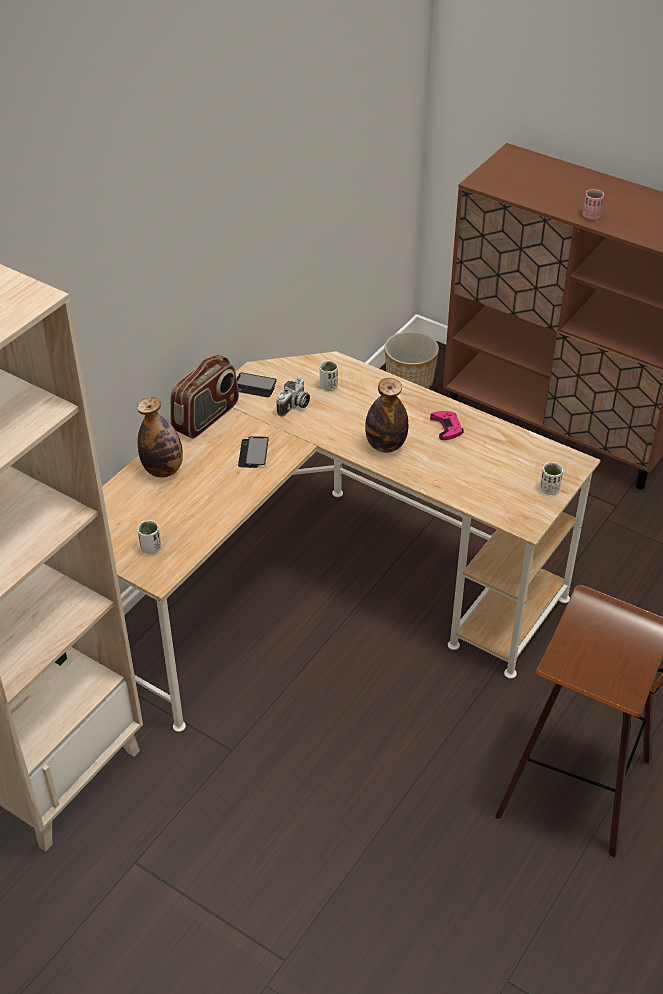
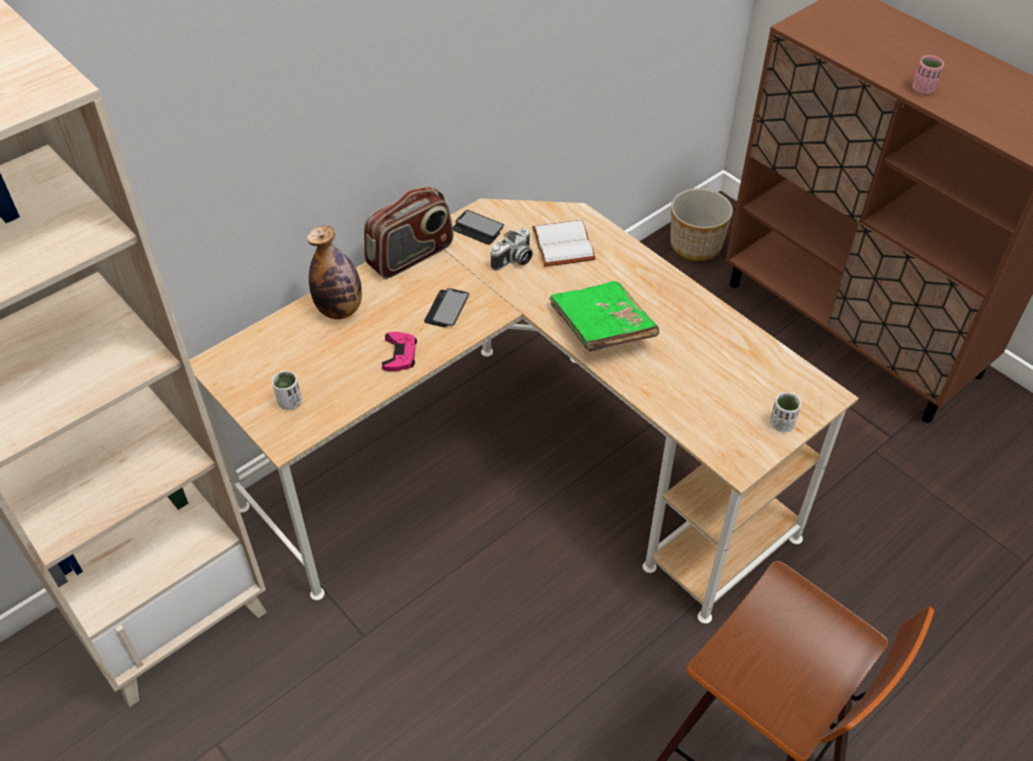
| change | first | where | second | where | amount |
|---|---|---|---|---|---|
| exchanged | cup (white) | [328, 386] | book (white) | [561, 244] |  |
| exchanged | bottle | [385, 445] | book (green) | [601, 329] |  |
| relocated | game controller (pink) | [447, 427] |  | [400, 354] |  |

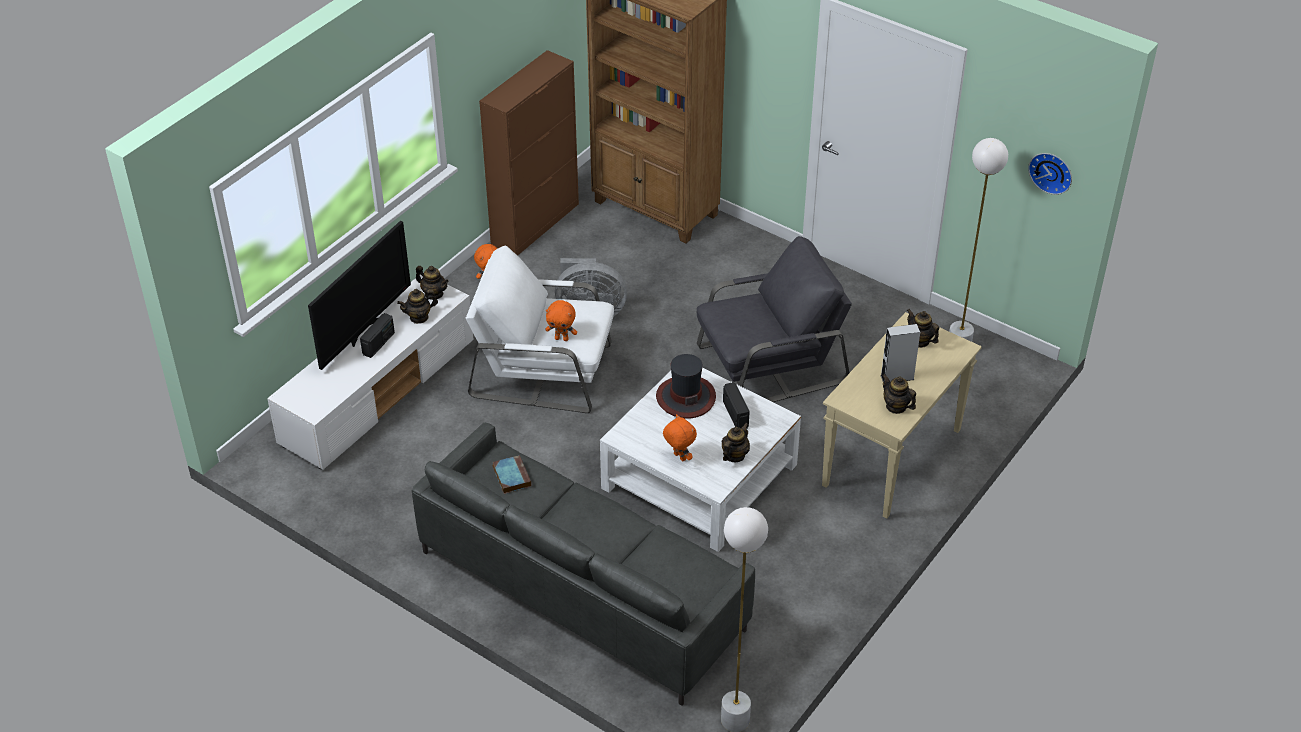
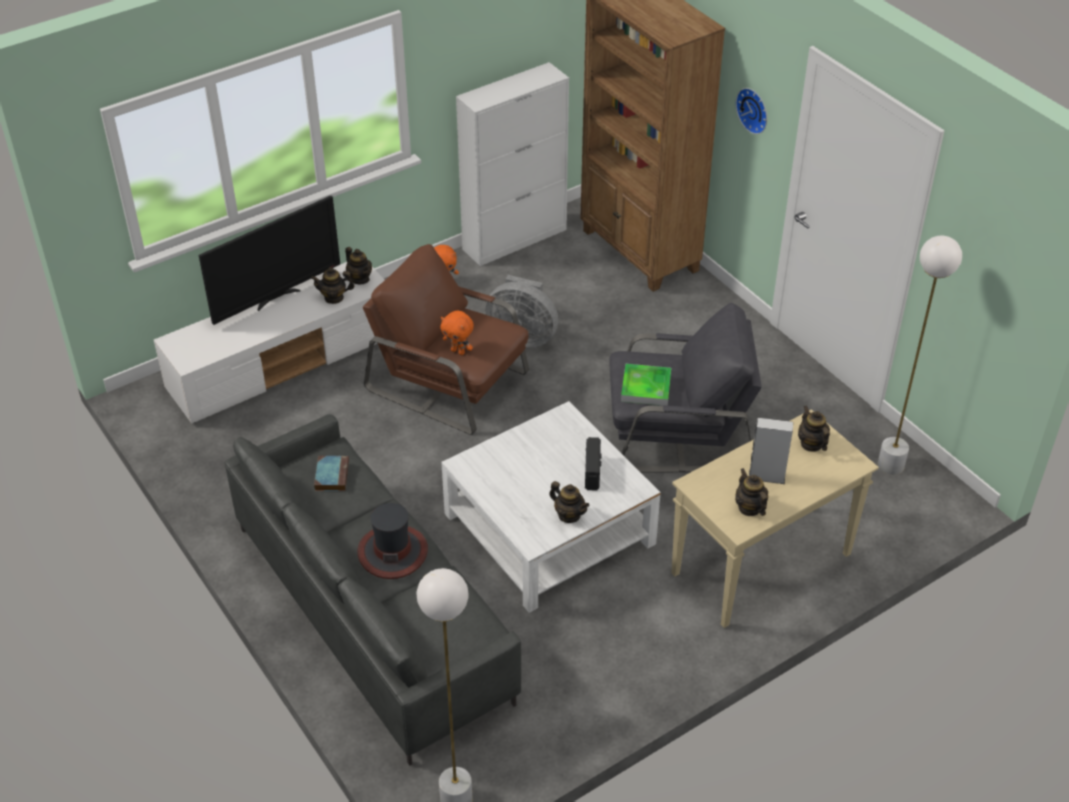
| change | first | where | second | where | amount |
|---|---|---|---|---|---|
| colour | cabinet (brown) | [535, 224] | cabinet (white) | [515, 239] |  |
| relocated | wall clock | [1051, 171] |  | [754, 109] |  |
| colour | armchair (white) | [543, 370] | armchair (brown) | [450, 381] |  |
| missing | radio | [379, 343] |  |  |  |
| relocated | hat | [685, 397] |  | [392, 551] |  |
| missing | plush toy (orange) | [679, 457] |  |  |  |
| spun | teapot | [734, 455] |  | [569, 515] | 75 degrees clockwise |
| appeared |  |  | tray | [646, 387] |  |

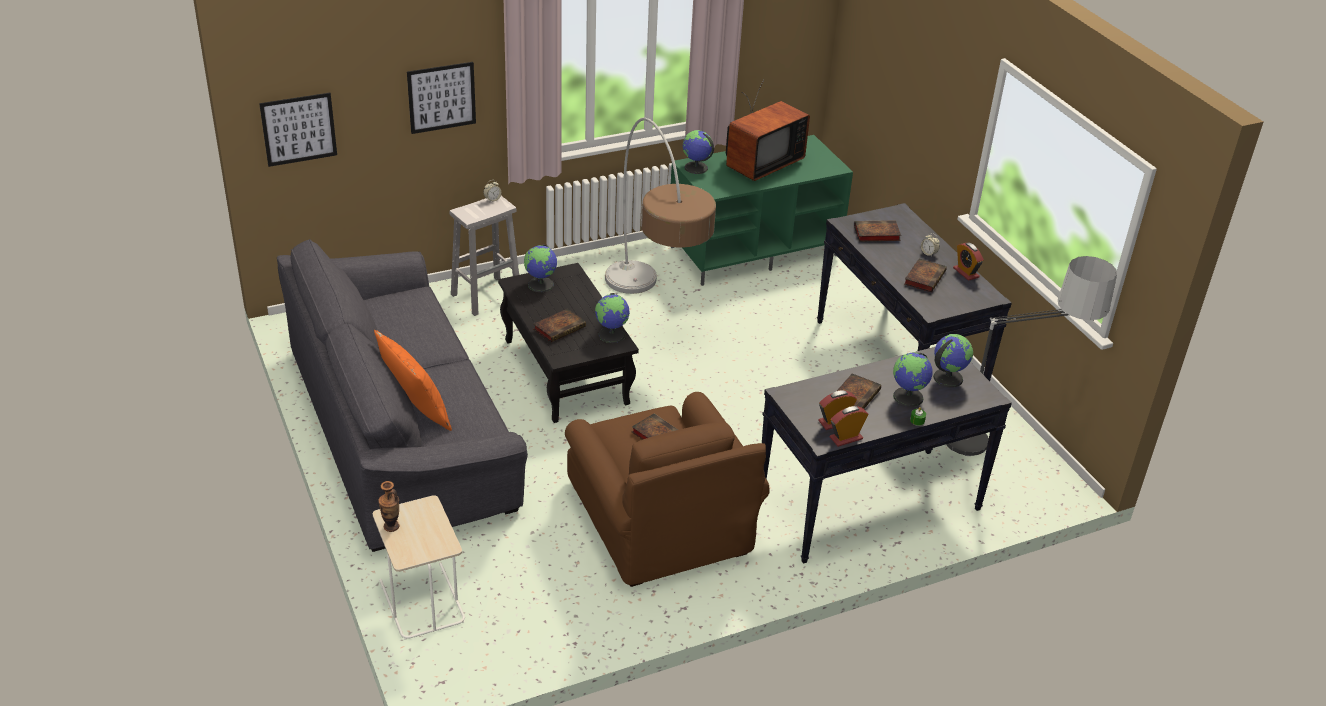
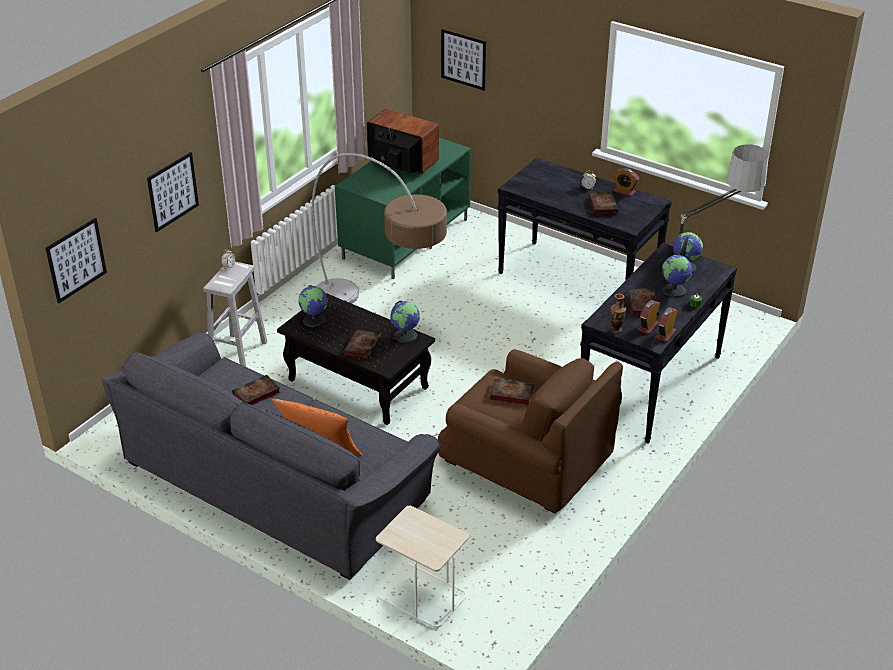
| change | first | where | second | where | amount |
|---|---|---|---|---|---|
| spun | television | [760, 164] |  | [401, 165] | 75 degrees counterclockwise |
| missing | globe | [696, 168] |  |  |  |
| relocated | book | [875, 234] |  | [255, 394] |  |
| relocated | vase | [391, 526] |  | [616, 330] |  |
| appeared |  |  | picture | [463, 59] |  |

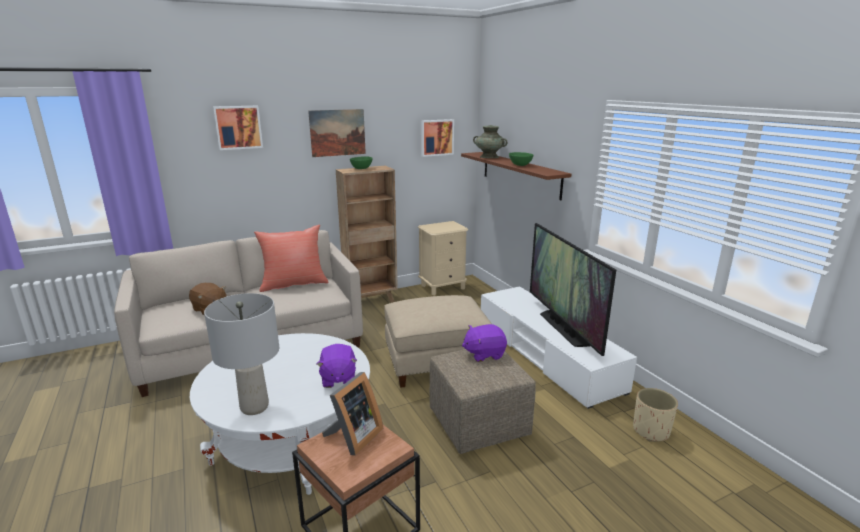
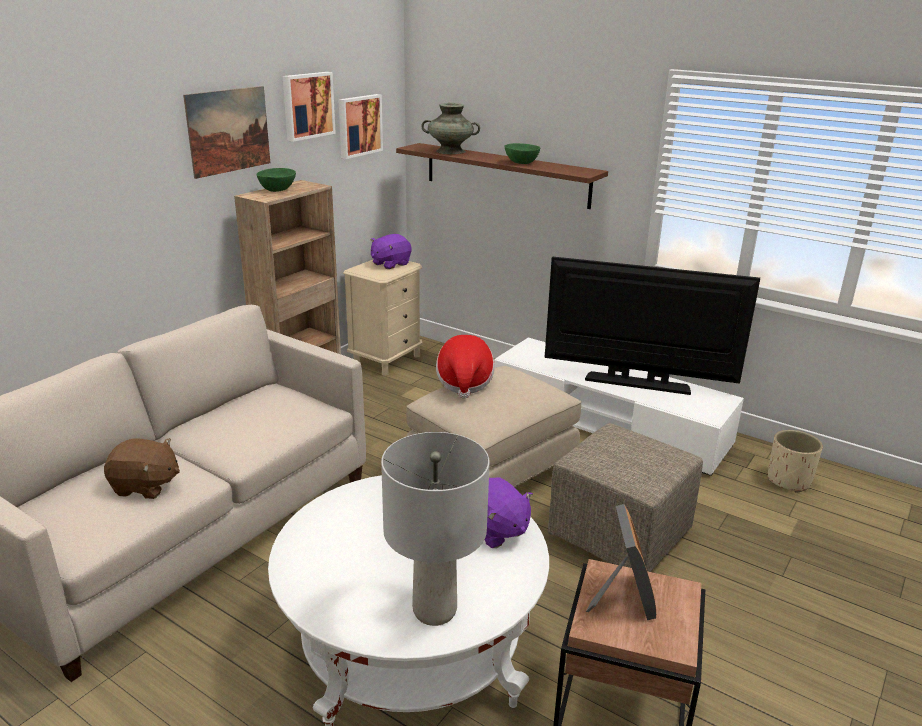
| change | first | where | second | where | amount |
|---|---|---|---|---|---|
| relocated | picture | [238, 127] |  | [307, 105] |  |
| spun | television | [563, 328] |  | [637, 383] | 150 degrees clockwise |
| missing | pillow (red) | [293, 284] |  |  |  |
| relocated | plush toy (purple) | [484, 354] |  | [390, 264] |  |
| appeared |  |  | hat | [464, 382] |  |

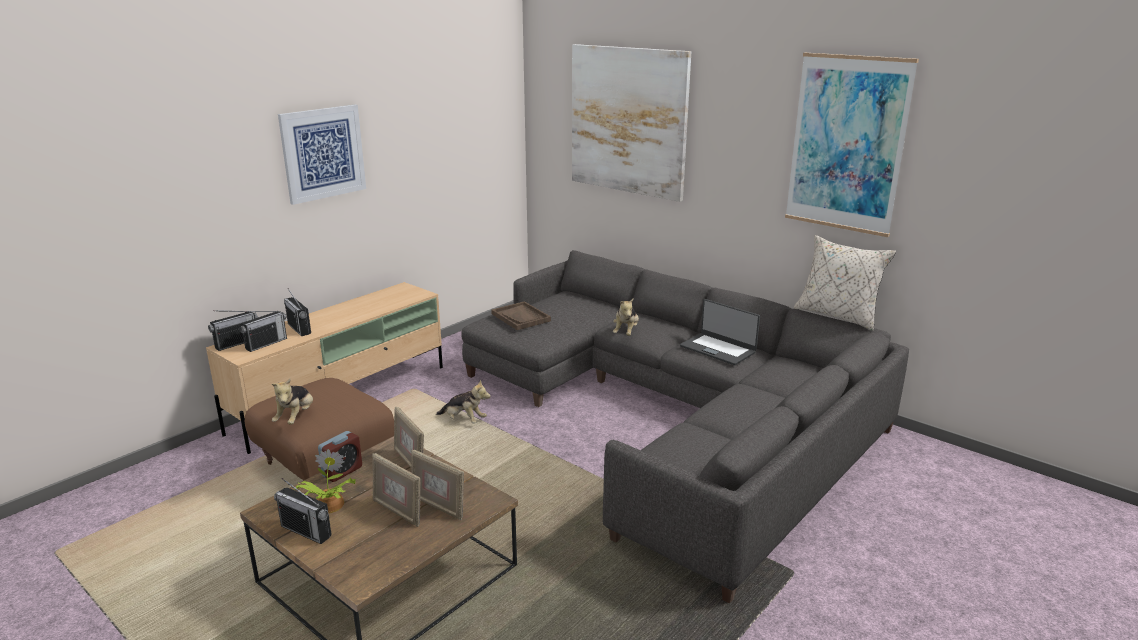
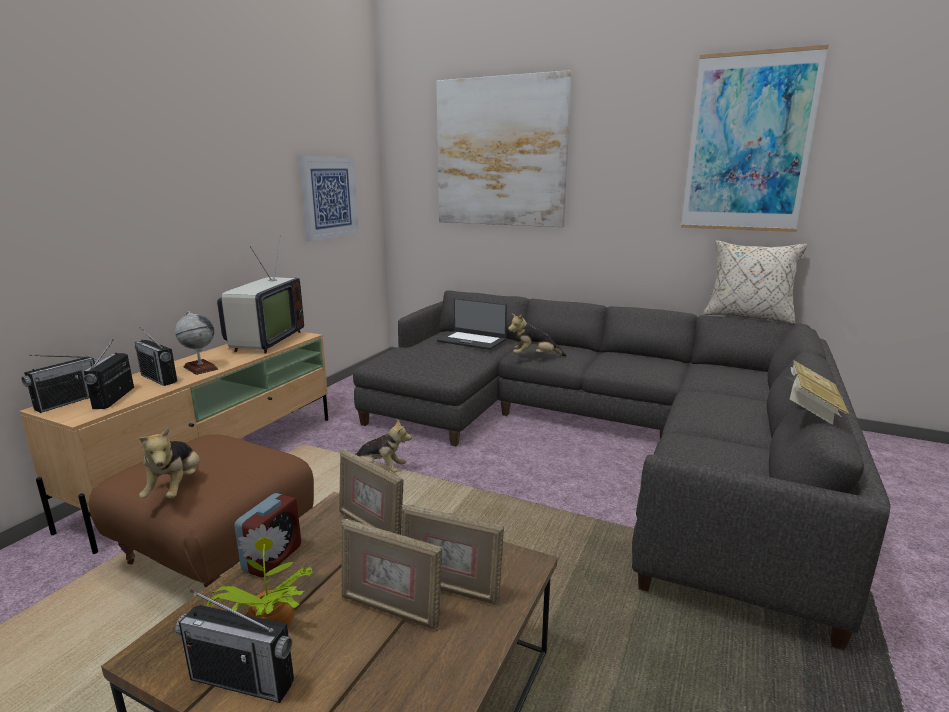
| change | first | where | second | where | amount |
|---|---|---|---|---|---|
| relocated | picture | [323, 153] |  | [329, 197] |  |
| spun | plush toy | [626, 332] |  | [535, 357] | 90 degrees clockwise |
| relocated | laptop | [718, 349] |  | [472, 340] |  |
| missing | tray (brown) | [521, 317] |  |  |  |
| spun | radio | [266, 344] |  | [114, 398] | 150 degrees clockwise |
| appeared |  |  | television | [264, 341] |  |
| appeared |  |  | globe | [200, 368] |  |
| appeared |  |  | book | [810, 408] |  |

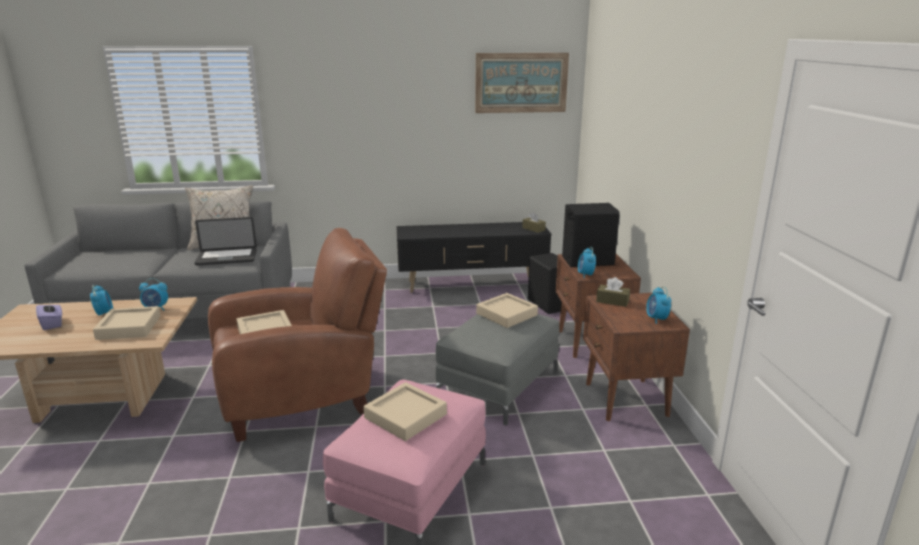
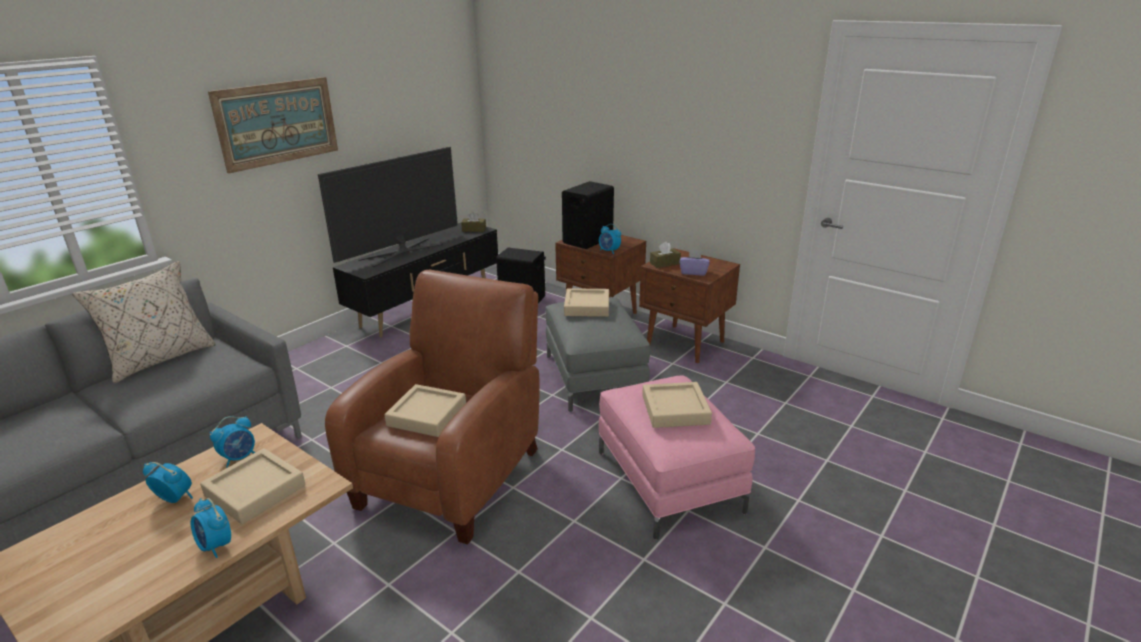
| change | first | where | second | where | amount |
|---|---|---|---|---|---|
| relocated | picture | [521, 83] |  | [277, 123] |  |
| missing | laptop | [226, 258] |  |  |  |
| relocated | alarm clock | [656, 319] |  | [216, 546] |  |
| relocated | tissue box (purple) | [52, 324] |  | [693, 272] |  |
| appeared |  |  | television | [402, 252] |  |

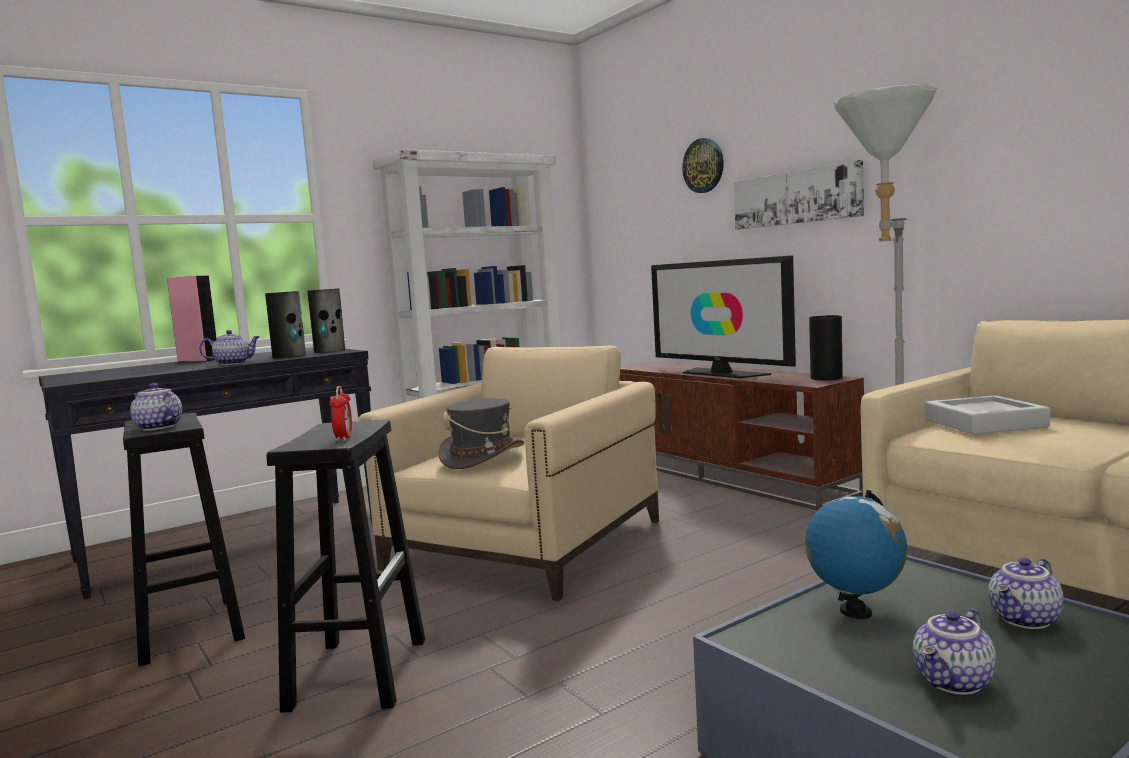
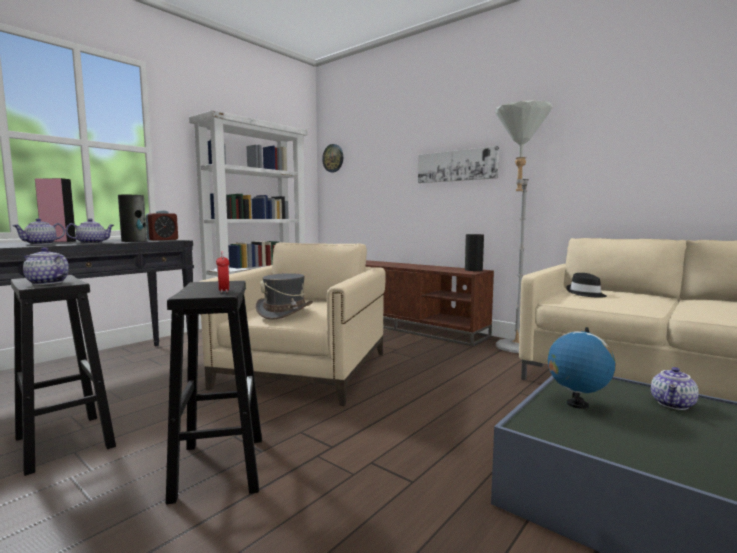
| change | first | where | second | where | amount |
|---|---|---|---|---|---|
| relocated | wall clock | [703, 165] |  | [333, 158] |  |
| missing | television | [721, 373] |  |  |  |
| exchanged | vase | [330, 351] | alarm clock | [163, 239] |  |
| exchanged | tray (grey) | [984, 423] | hat (black) | [586, 294] |  |
| relocated | teapot | [955, 682] |  | [41, 244] |  |

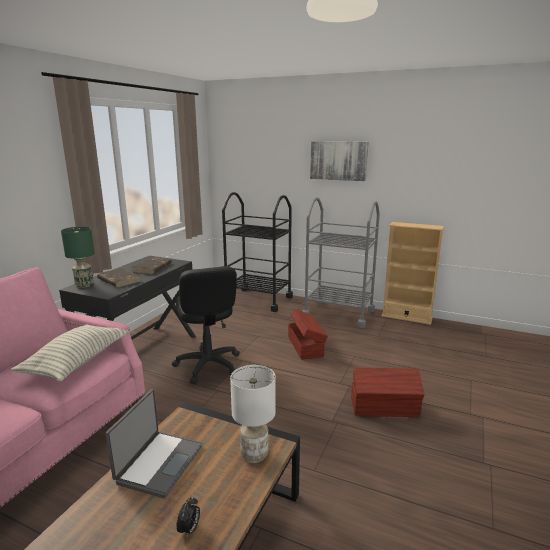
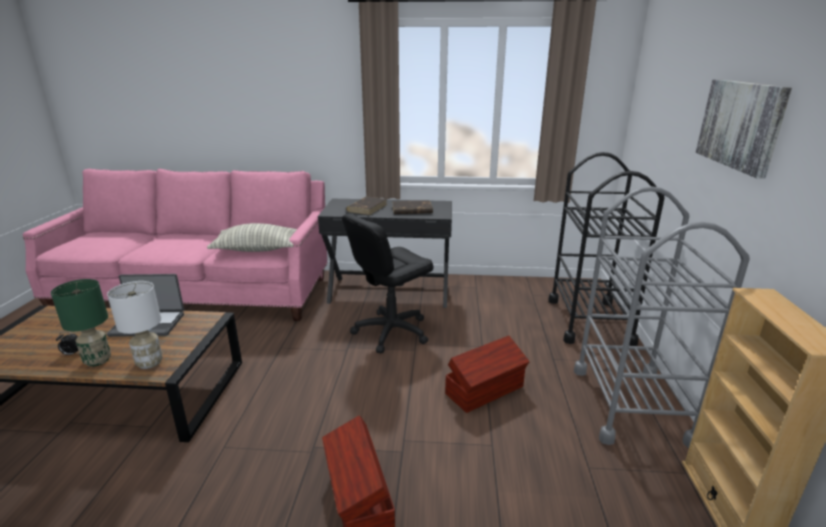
| change | first | where | second | where | amount |
|---|---|---|---|---|---|
| relocated | table lamp (green) | [84, 285] |  | [97, 360] |  |

